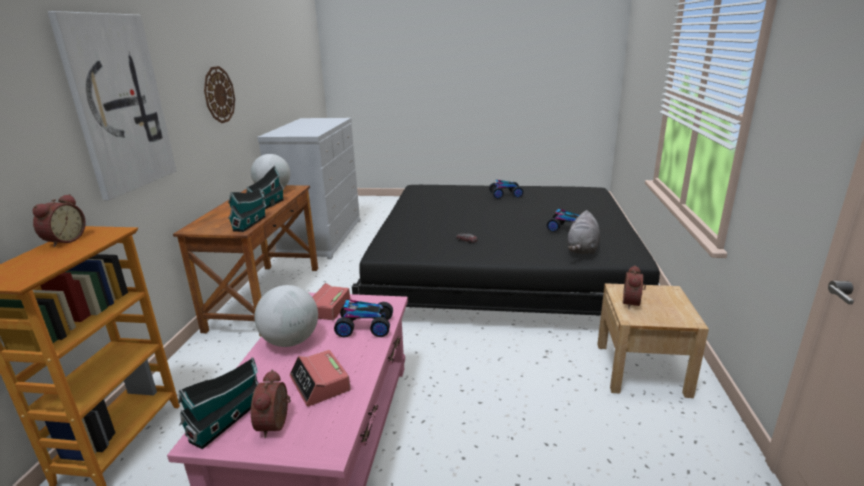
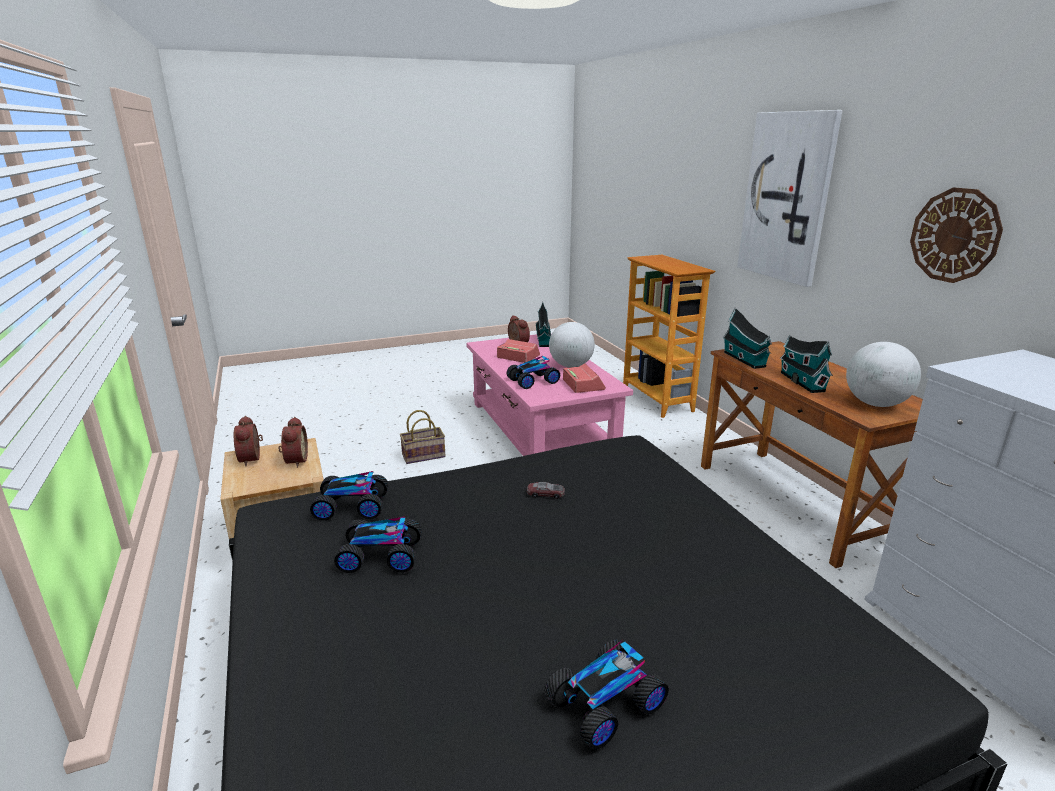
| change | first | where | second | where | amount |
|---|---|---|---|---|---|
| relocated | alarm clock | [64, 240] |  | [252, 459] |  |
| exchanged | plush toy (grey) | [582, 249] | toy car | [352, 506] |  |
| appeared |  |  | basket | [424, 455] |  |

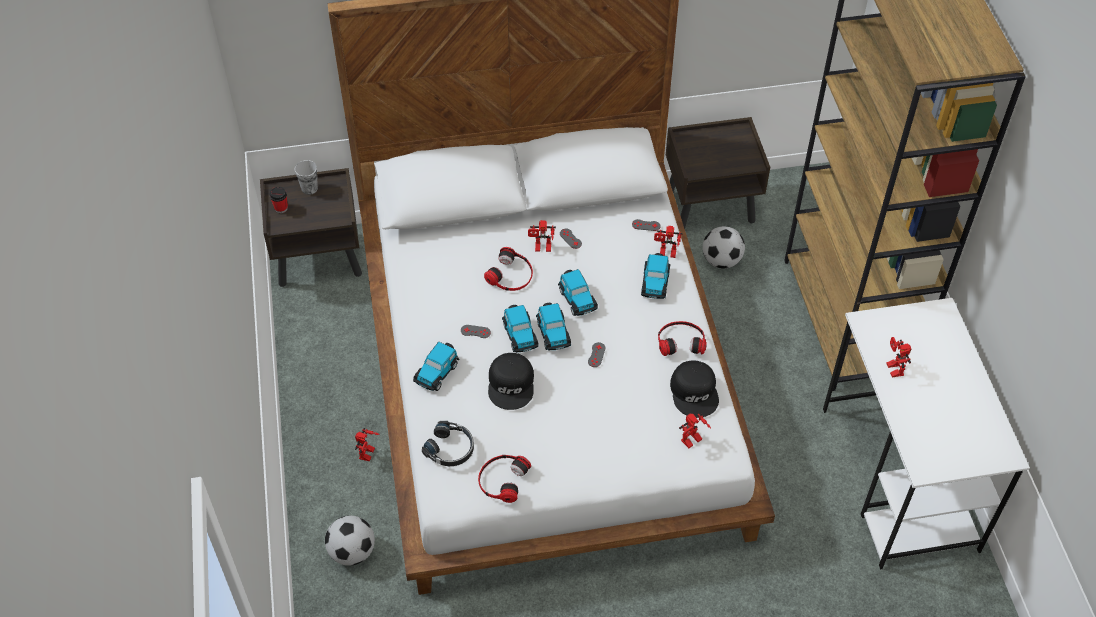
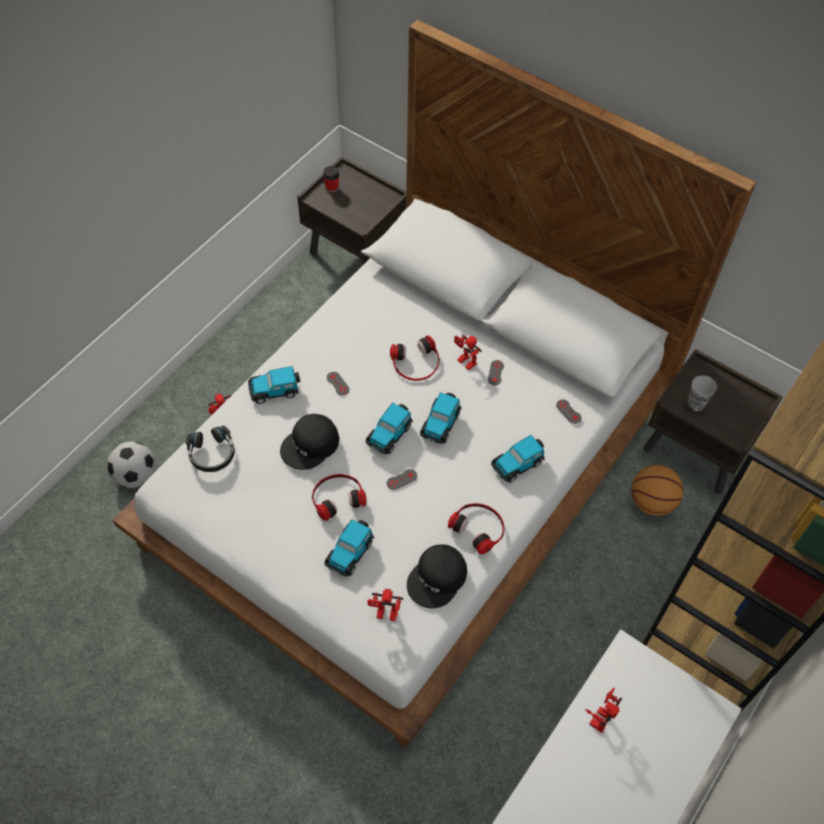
| change | first | where | second | where | amount |
|---|---|---|---|---|---|
| relocated | cup | [309, 188] |  | [696, 404] |  |
| missing | toy robot | [666, 254] |  |  |  |
| exchanged | football | [721, 260] | basketball | [652, 501] |  |
| relocated | toy car | [520, 335] |  | [350, 552] |  |
| relocated | headphones | [502, 479] |  | [337, 497] |  |

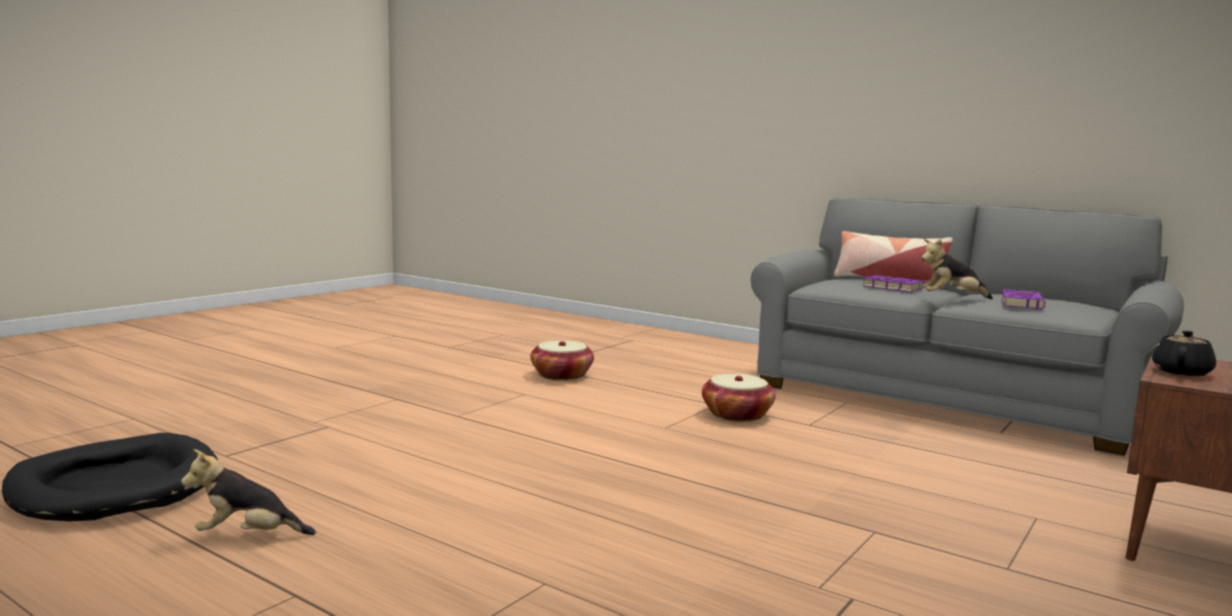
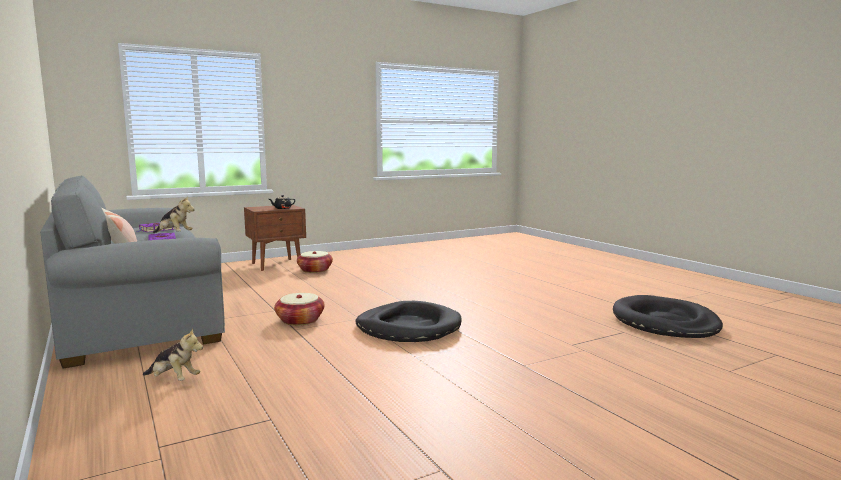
| change | first | where | second | where | amount |
|---|---|---|---|---|---|
| relocated | basket | [562, 375] |  | [315, 270] |  |
| relocated | plush toy | [248, 536] |  | [173, 380] |  |
| appeared |  |  | dog bed (black) | [408, 327] |  |

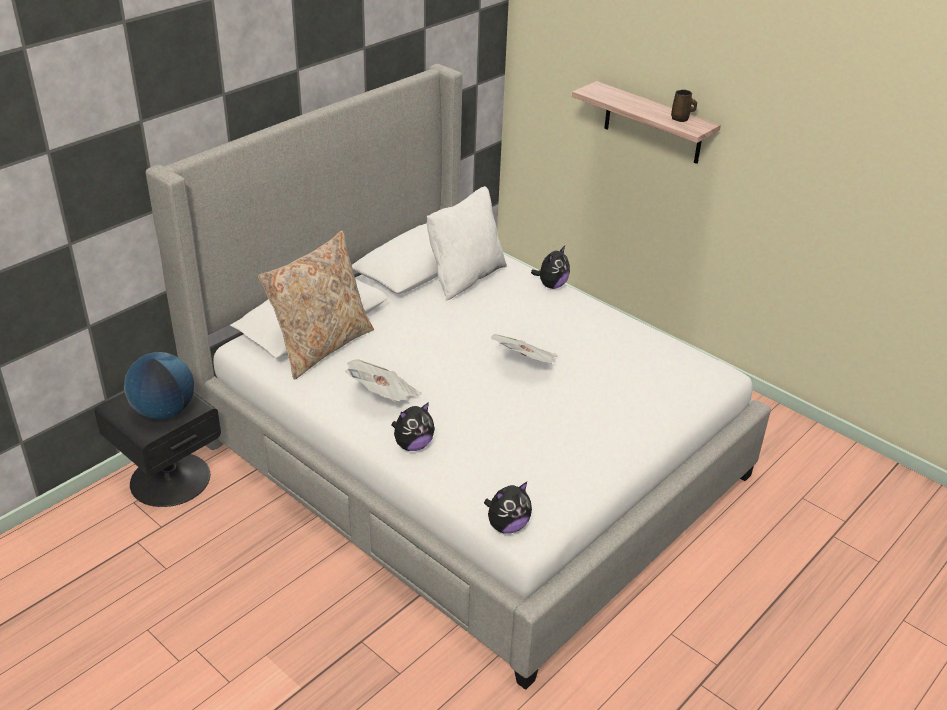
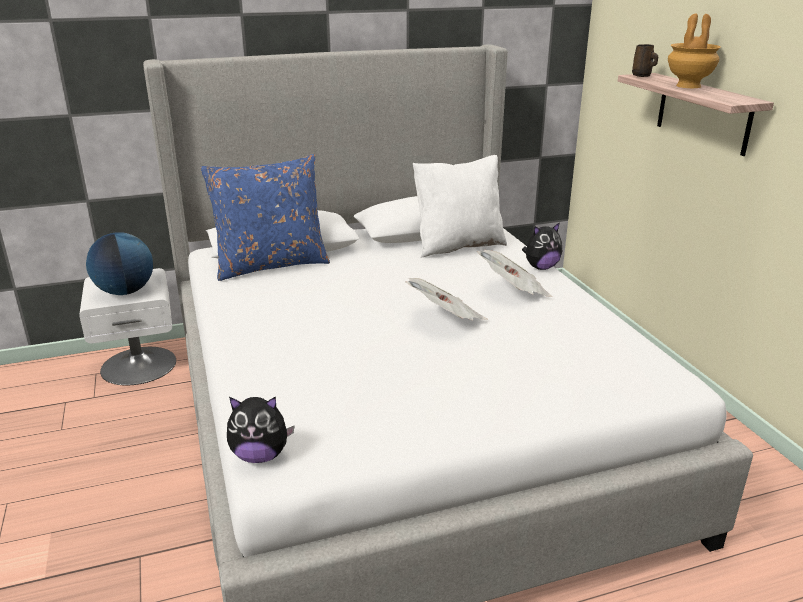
| change | first | where | second | where | amount |
|---|---|---|---|---|---|
| relocated | mug (brown) | [681, 119] |  | [642, 76] |  |
| colour | pillow (beige) | [321, 346] | pillow (blue) | [271, 264] |  |
| relocated | newspaper | [384, 396] |  | [514, 291] |  |
| colour | nightstand (black) | [169, 478] | nightstand (white) | [139, 365] |  |
| missing | plush toy | [413, 445] |  |  |  |
| appeared |  |  | vase (brown) | [687, 86] |  |

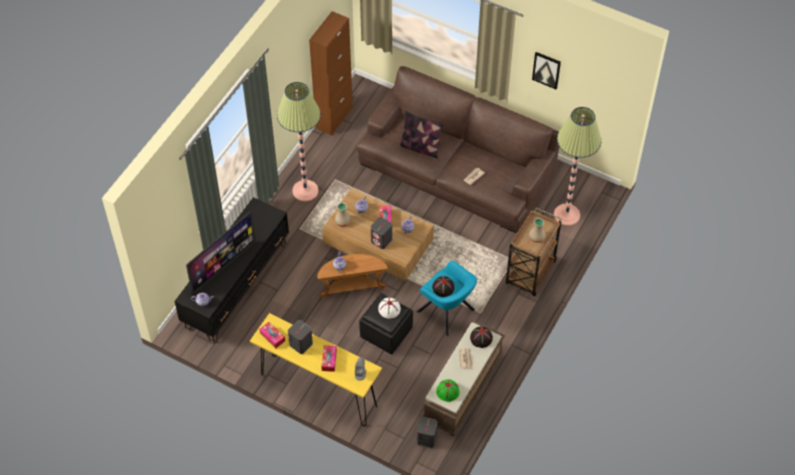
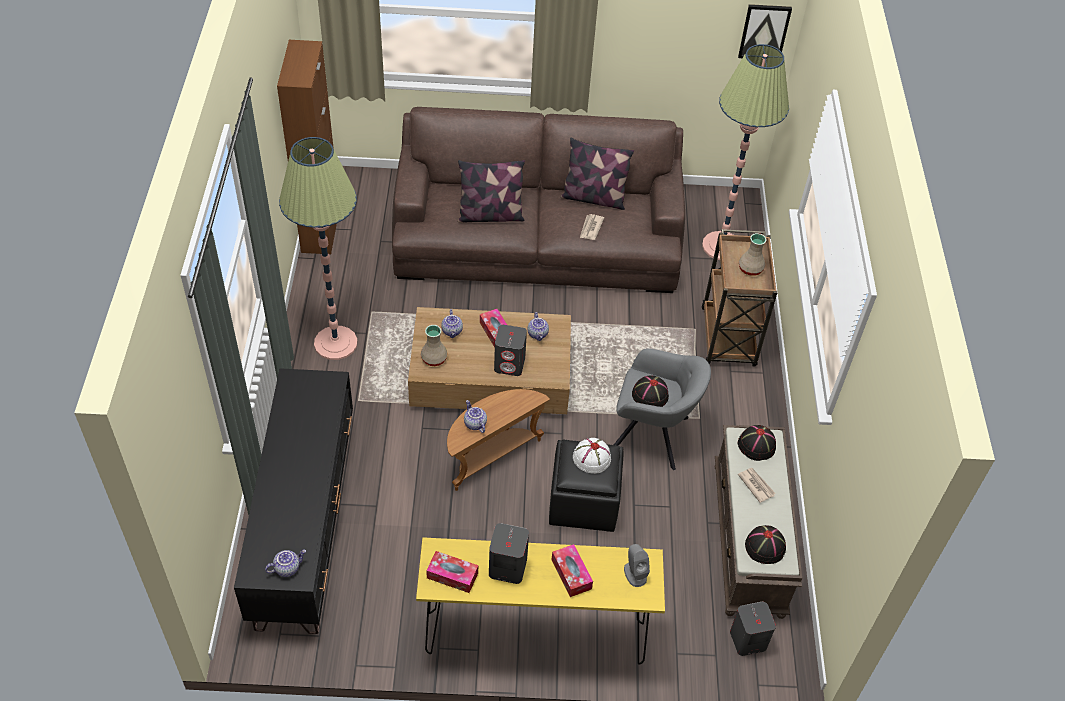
| change | first | where | second | where | amount |
|---|---|---|---|---|---|
| relocated | picture | [546, 69] |  | [764, 31] |  |
| missing | television | [223, 267] |  |  |  |
| colour | armchair (turquoise) | [447, 312] | armchair (grey) | [652, 435] |  |
| colour | hat (green) | [448, 391] | hat (black) | [765, 547] |  |
| appeared |  |  | pillow | [593, 198] |  |

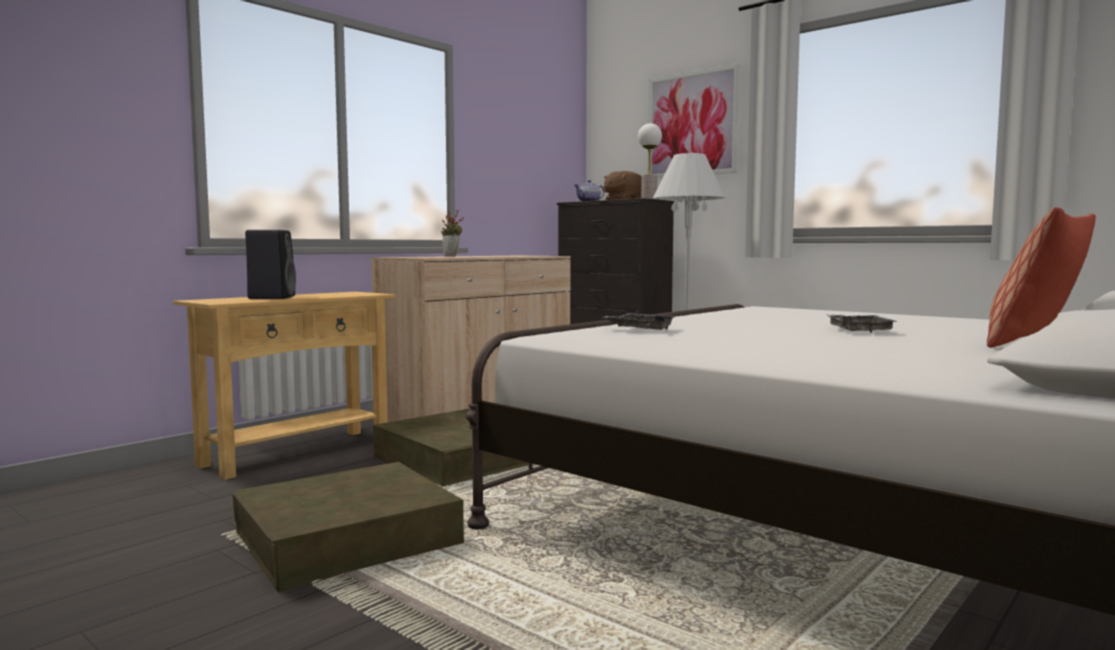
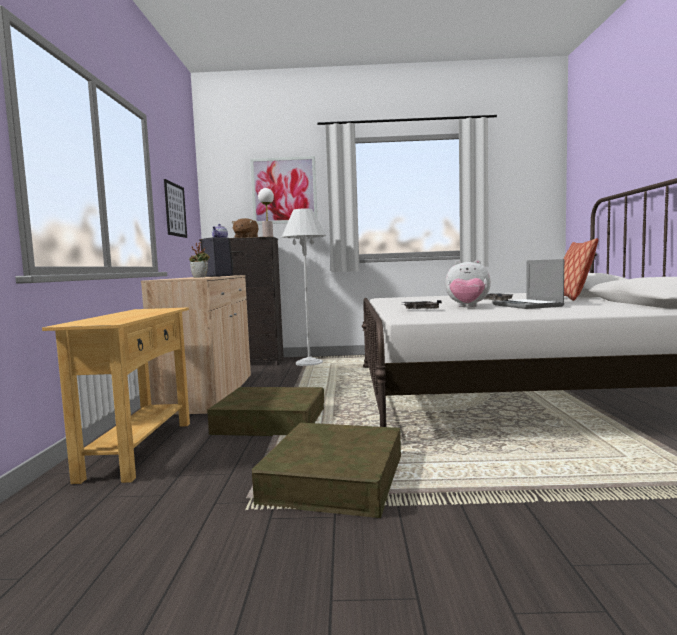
| change | first | where | second | where | amount |
|---|---|---|---|---|---|
| relocated | speaker (black) | [272, 297] |  | [217, 276] |  |
| appeared |  |  | picture | [175, 210] |  |
| appeared |  |  | laptop | [528, 305] |  |
| appeared |  |  | plush toy | [467, 307] |  |

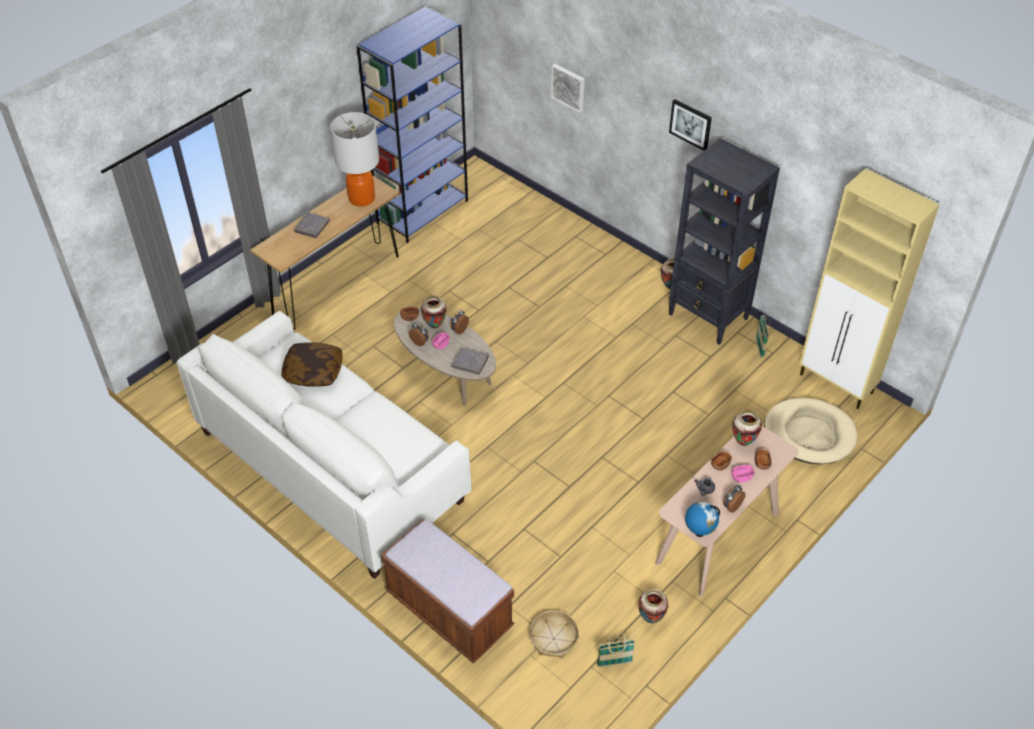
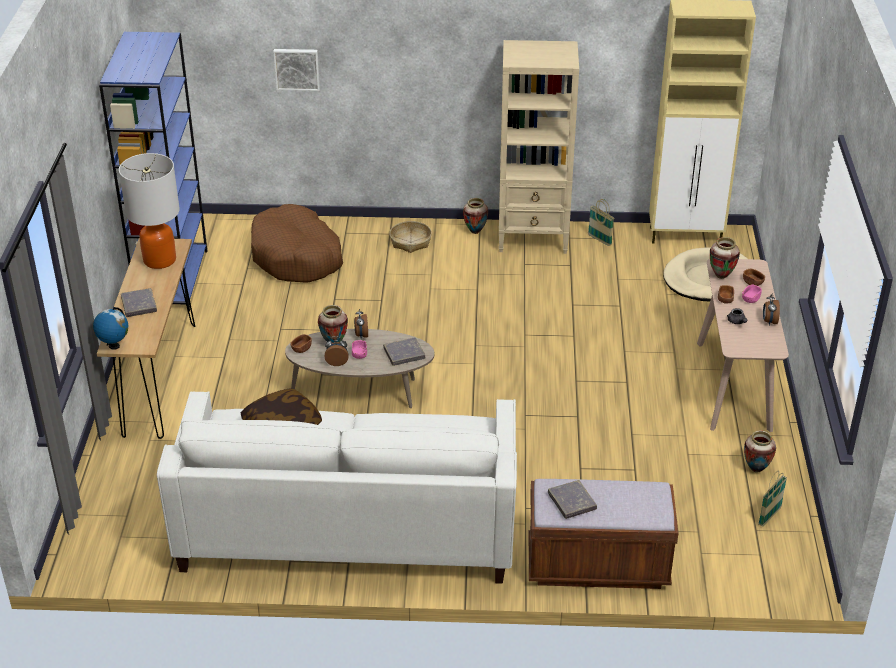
| change | first | where | second | where | amount |
|---|---|---|---|---|---|
| missing | picture | [691, 124] |  |  |  |
| colour | bookcase (black) | [708, 317] | bookcase (beige) | [533, 238] |  |
| relocated | globe | [699, 532] |  | [114, 346] |  |
| relocated | basket | [553, 638] |  | [410, 242] |  |
| appeared |  |  | dog bed (brown) | [297, 257] |  |
| appeared |  |  | book (grey) | [572, 502] |  |

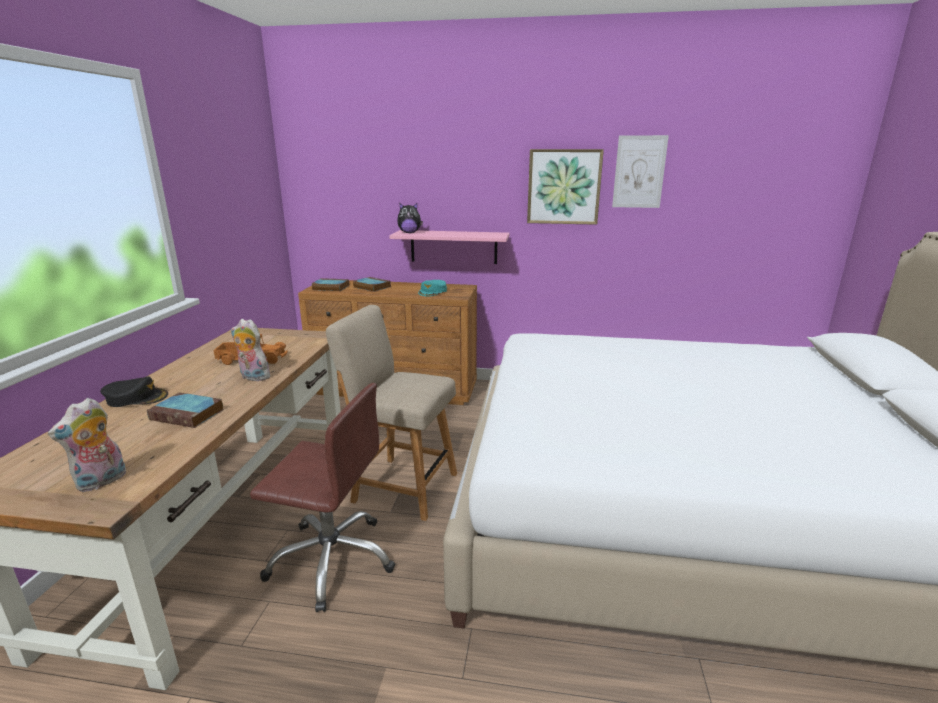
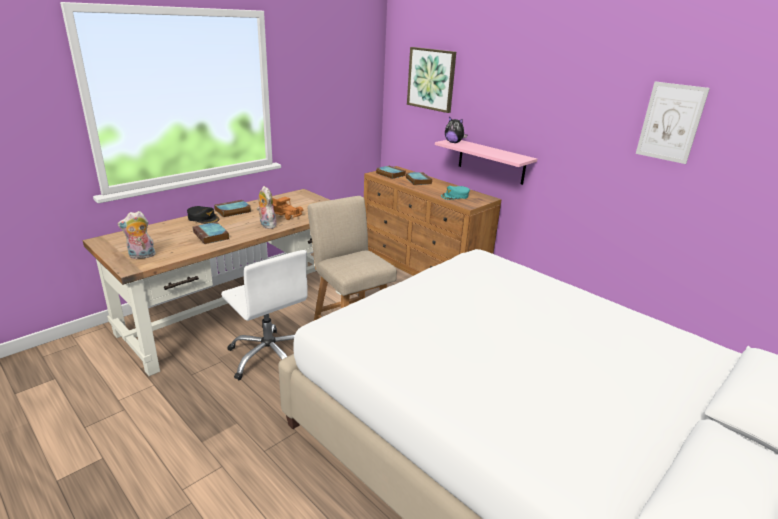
| change | first | where | second | where | amount |
|---|---|---|---|---|---|
| relocated | picture | [564, 187] |  | [431, 79] |  |
| colour | office chair (brown) | [332, 559] | office chair (white) | [270, 356] |  |
| appeared |  |  | book | [232, 211] |  |

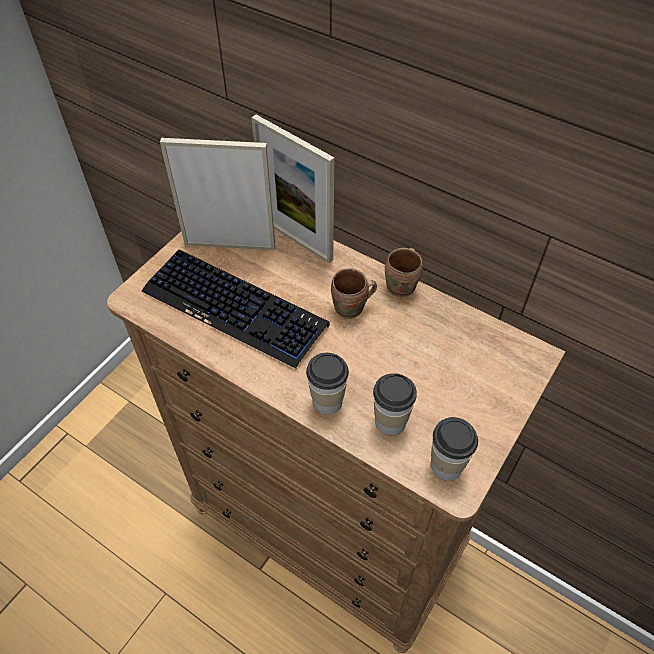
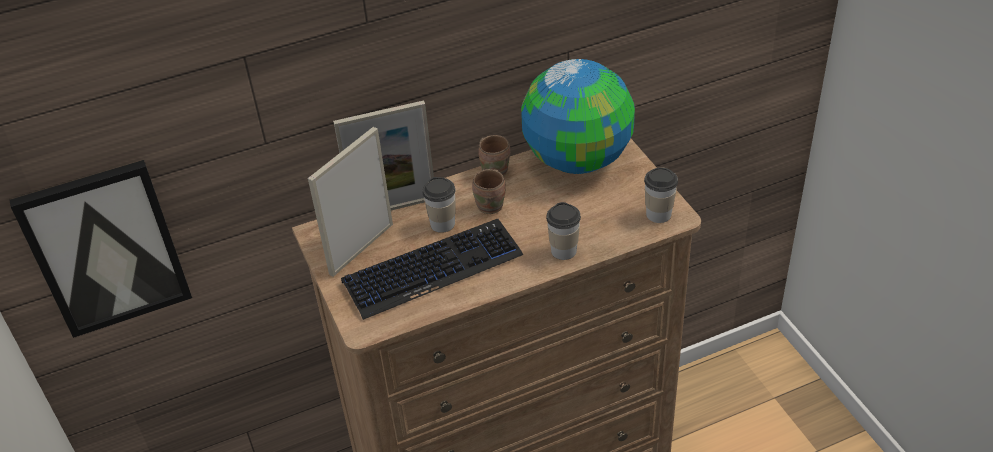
| change | first | where | second | where | amount |
|---|---|---|---|---|---|
| relocated | cup | [390, 422] |  | [442, 224] |  |
| appeared |  |  | globe | [578, 159] |  |
| appeared |  |  | picture | [106, 248] |  |

